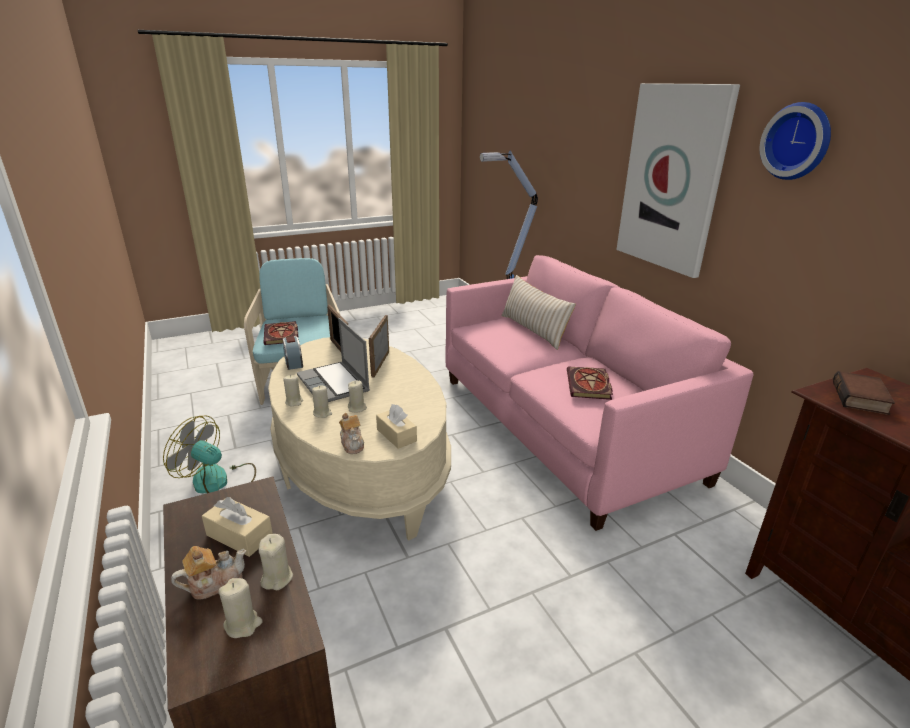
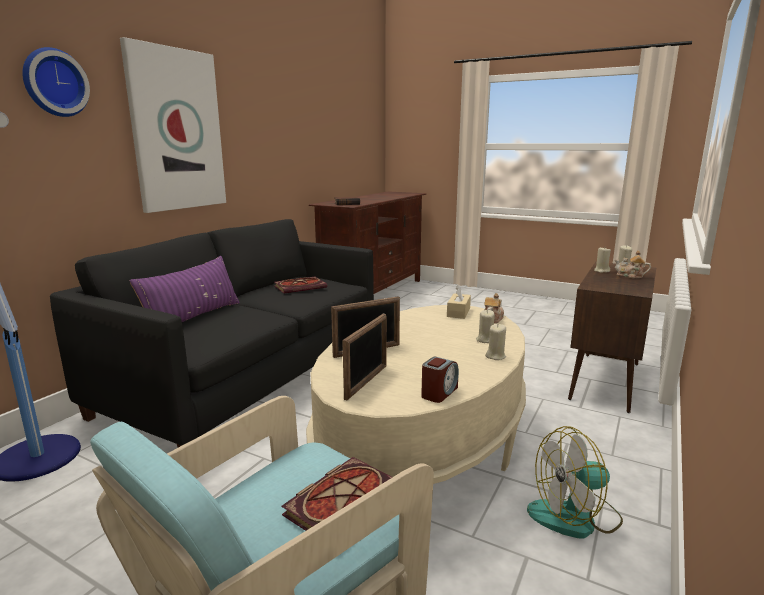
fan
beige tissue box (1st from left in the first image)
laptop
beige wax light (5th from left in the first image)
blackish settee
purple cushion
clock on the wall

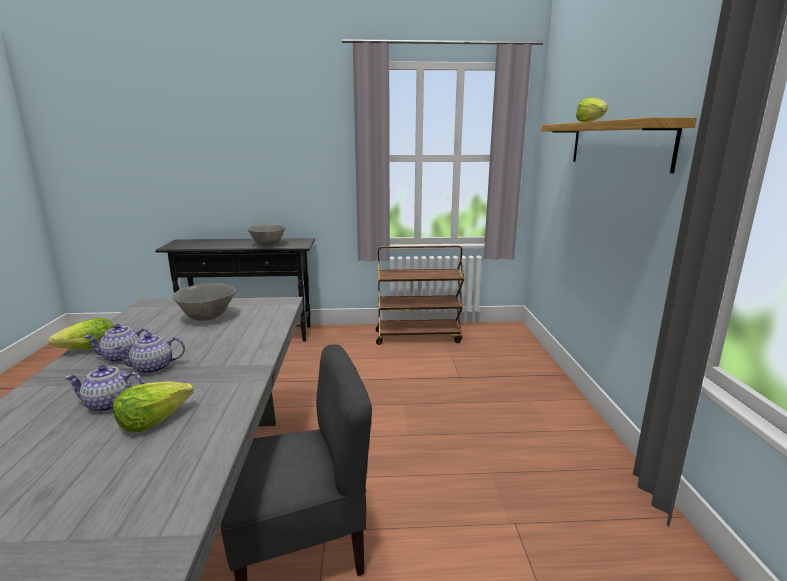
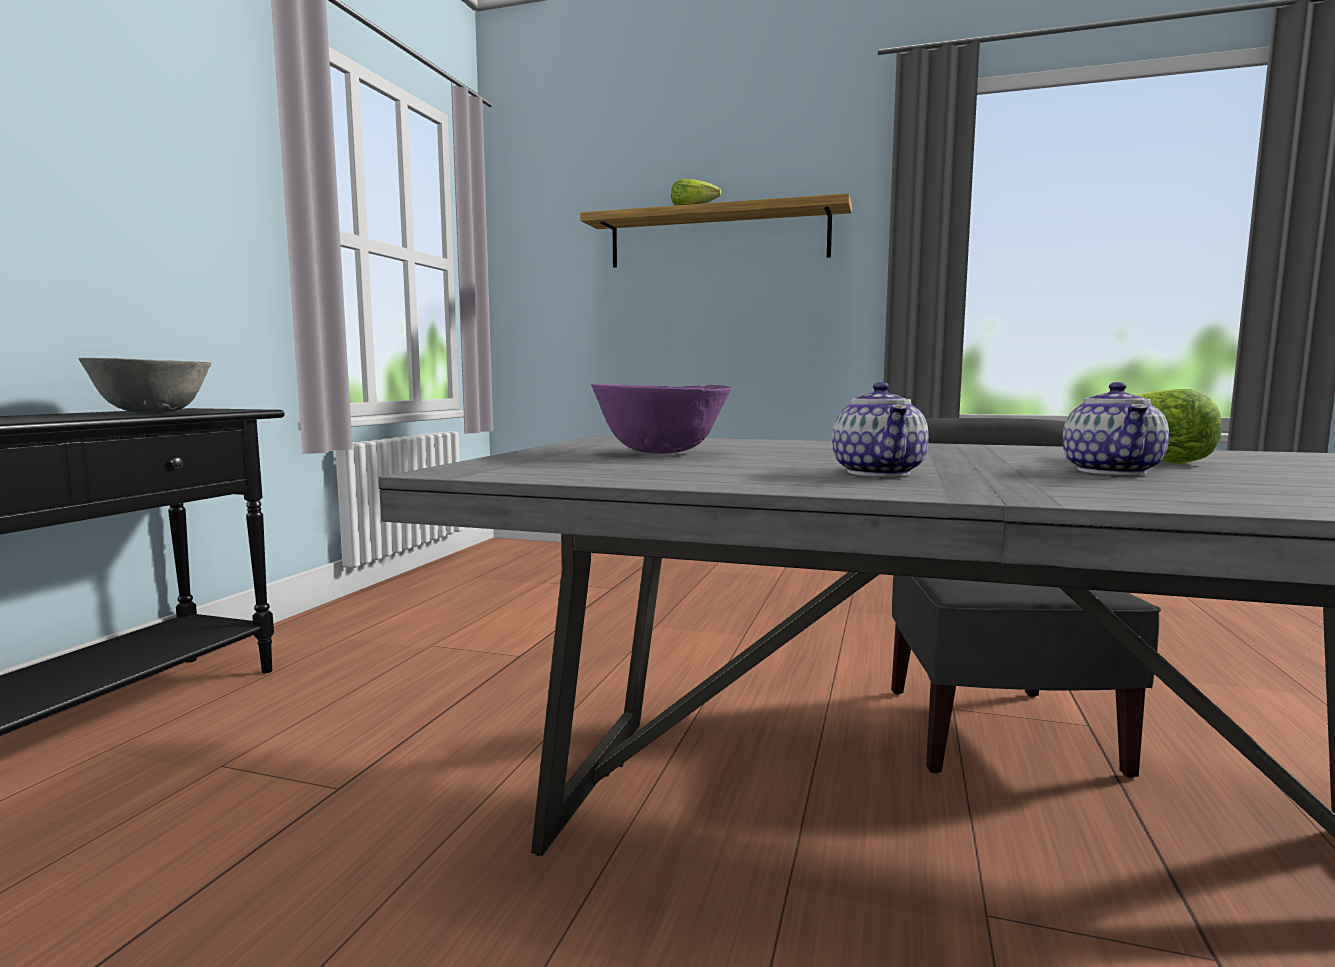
lettuce (1st from left in the first image)
tea pot (3rd from left in the first image)
purple deep dish
brown cart

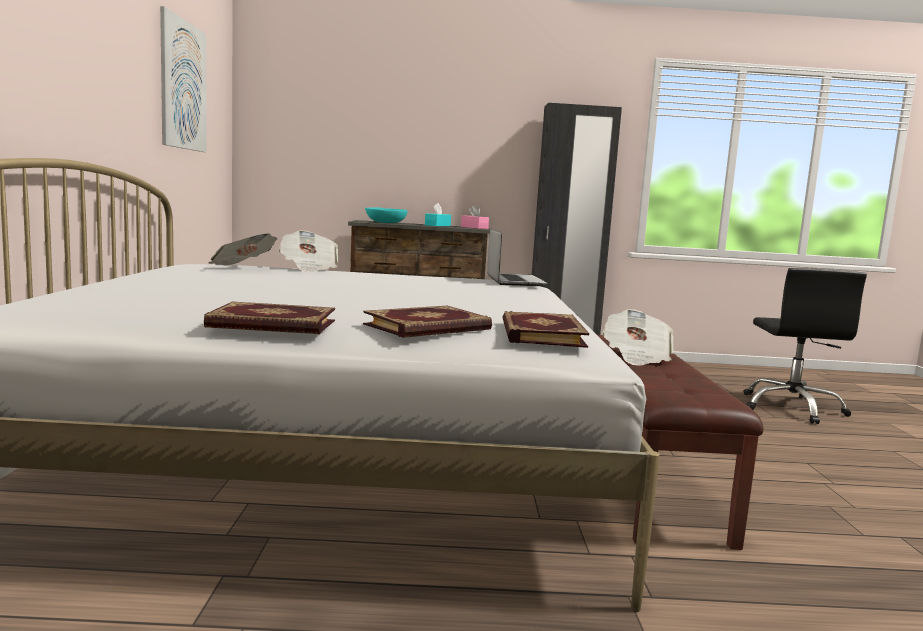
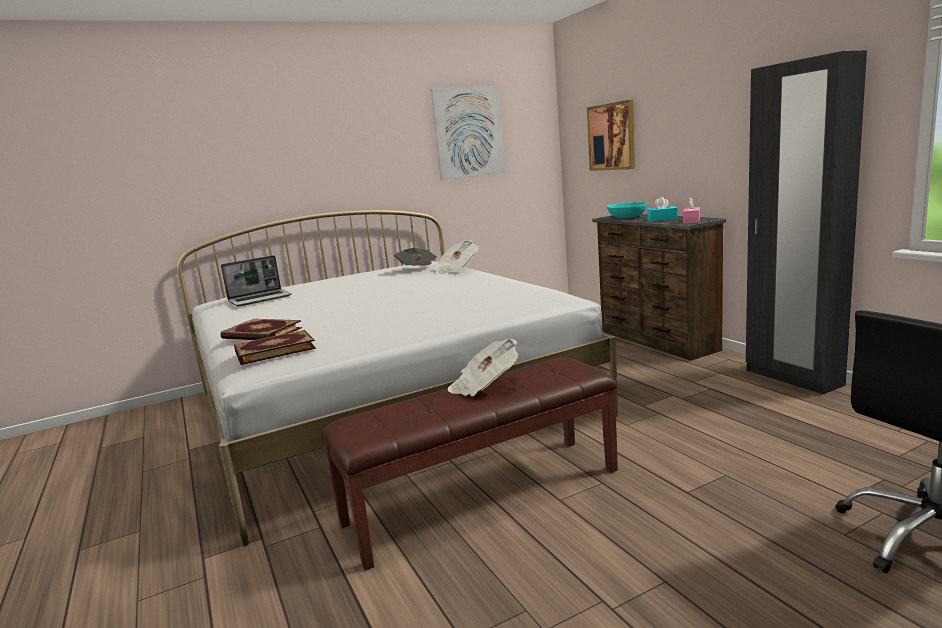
volume (1st from left in the first image)
laptop
picture (2nd from left)

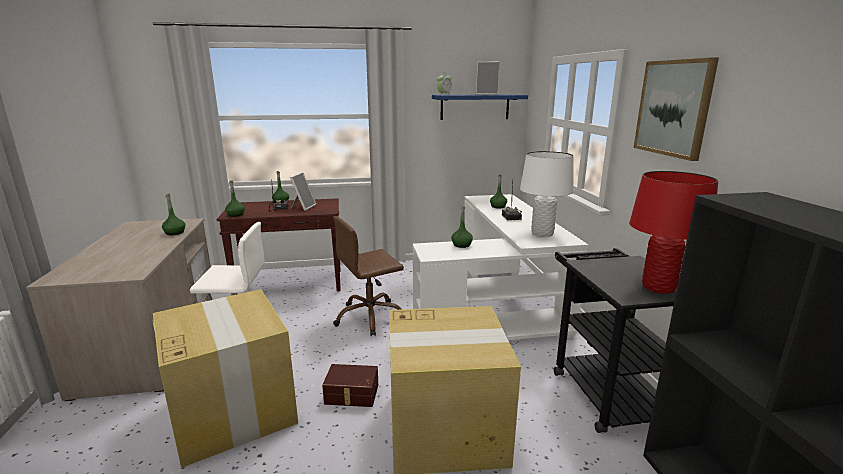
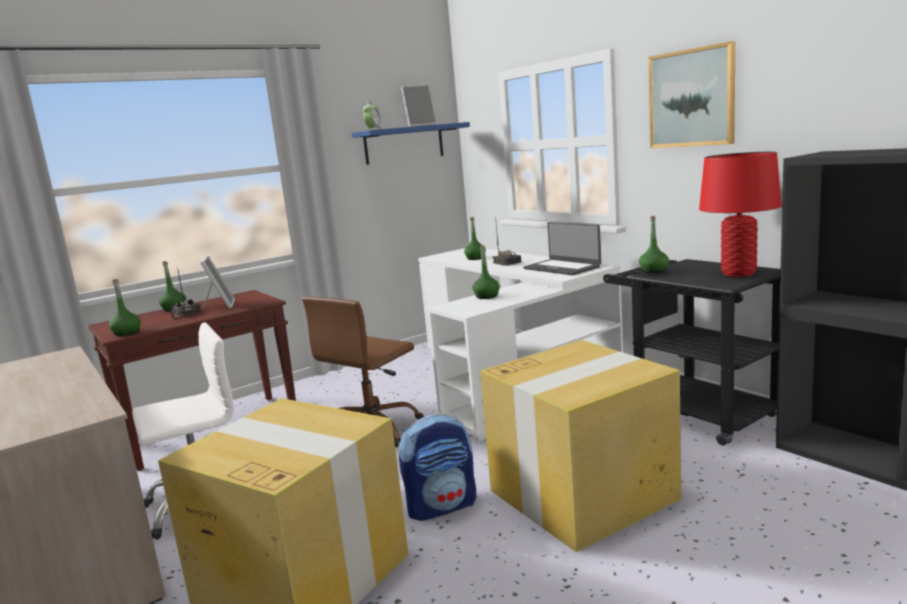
green-coloured drink bottle (5th from left)
knapsack
laptop

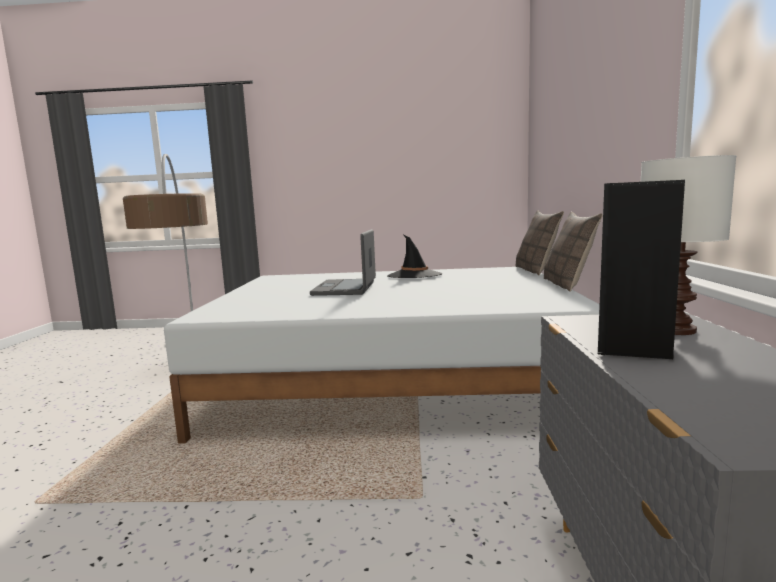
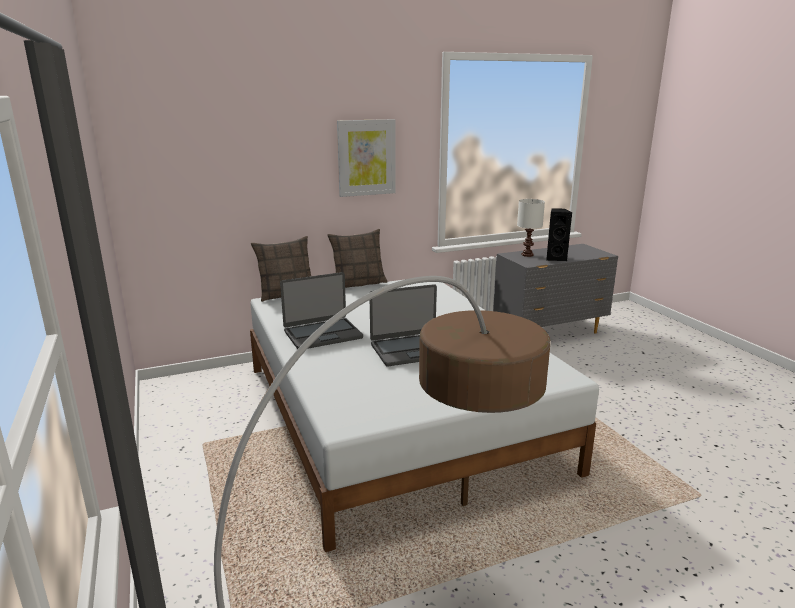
laptop (1st from left)
picture

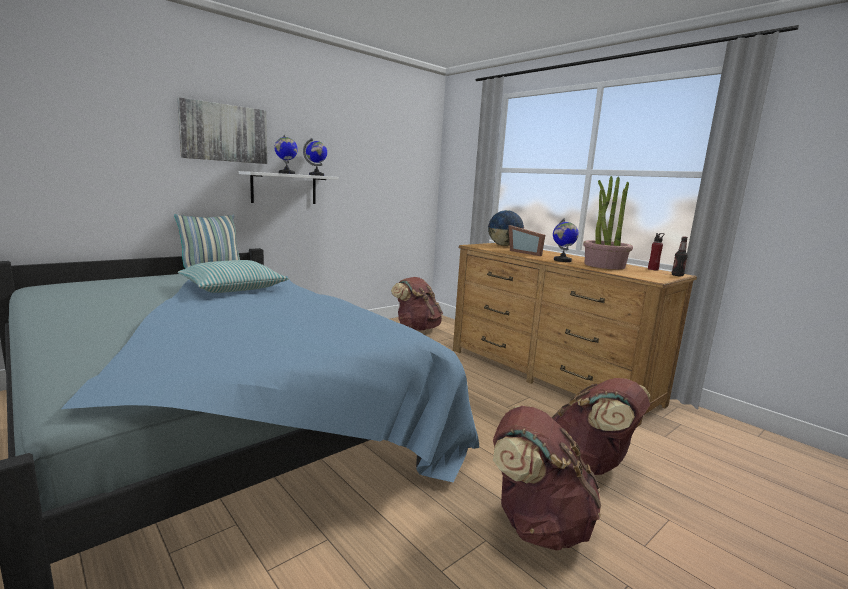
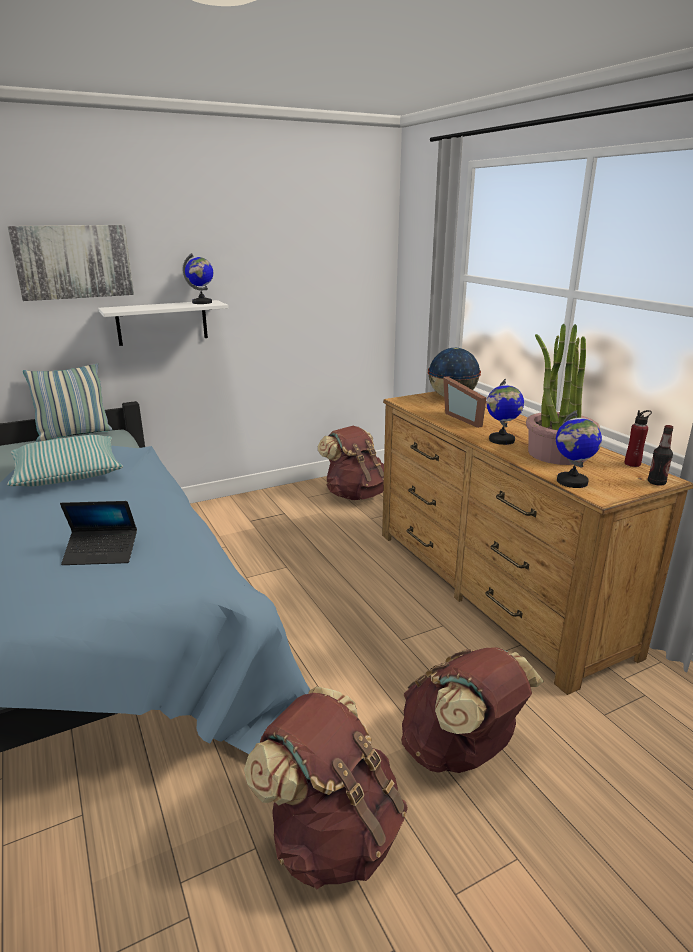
globe (4th from left)
laptop

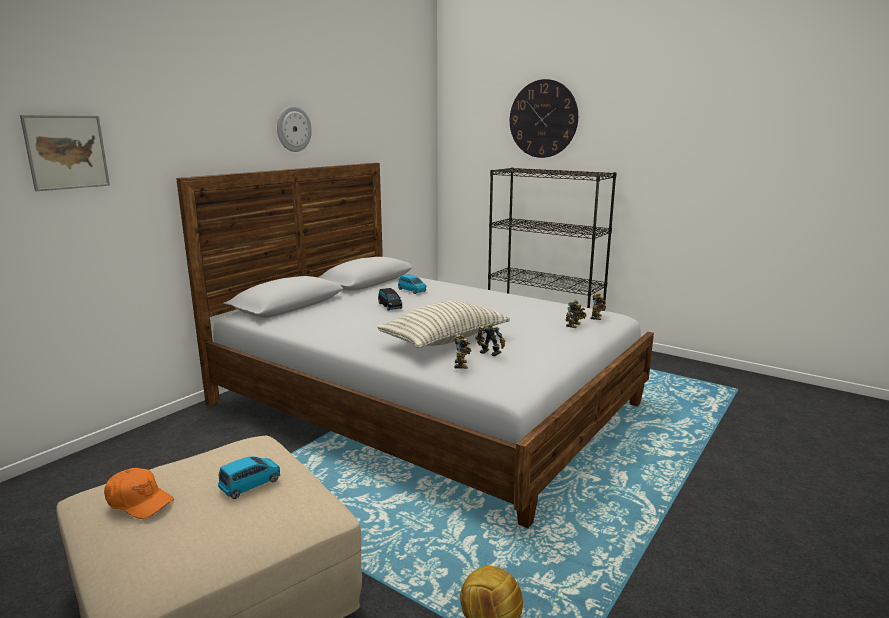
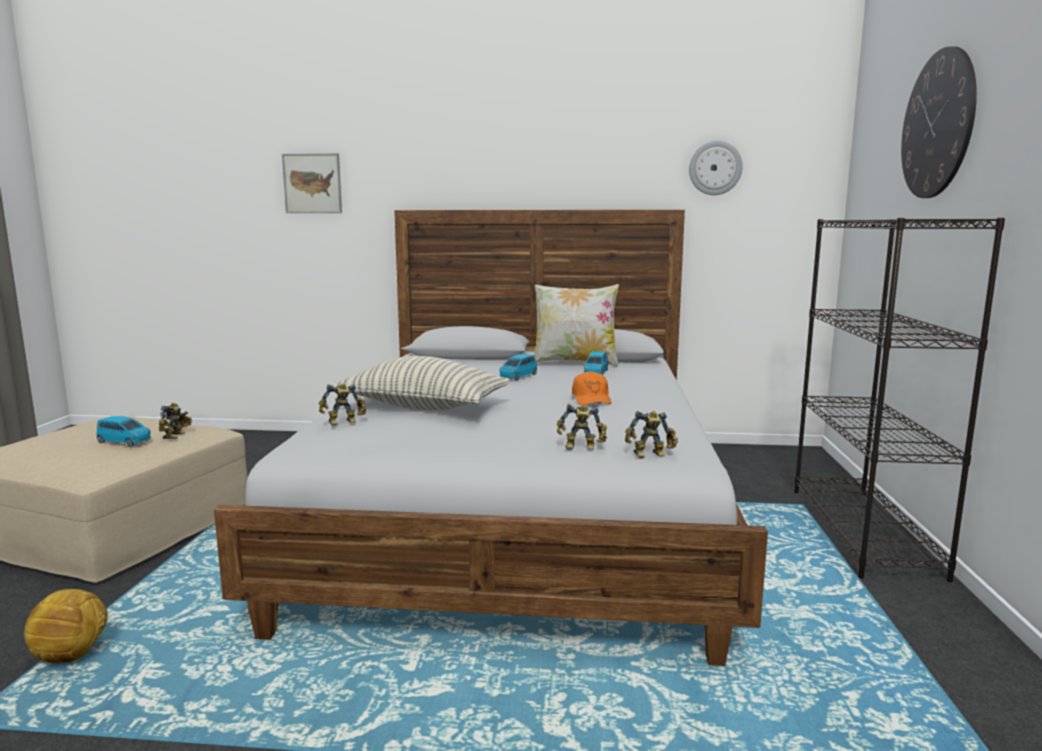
orangey baseball cap
clock on the wall (1st from left)
blue-coloured model car (2nd from left)
robot figure (1st from left)
cushion (2nd from left)

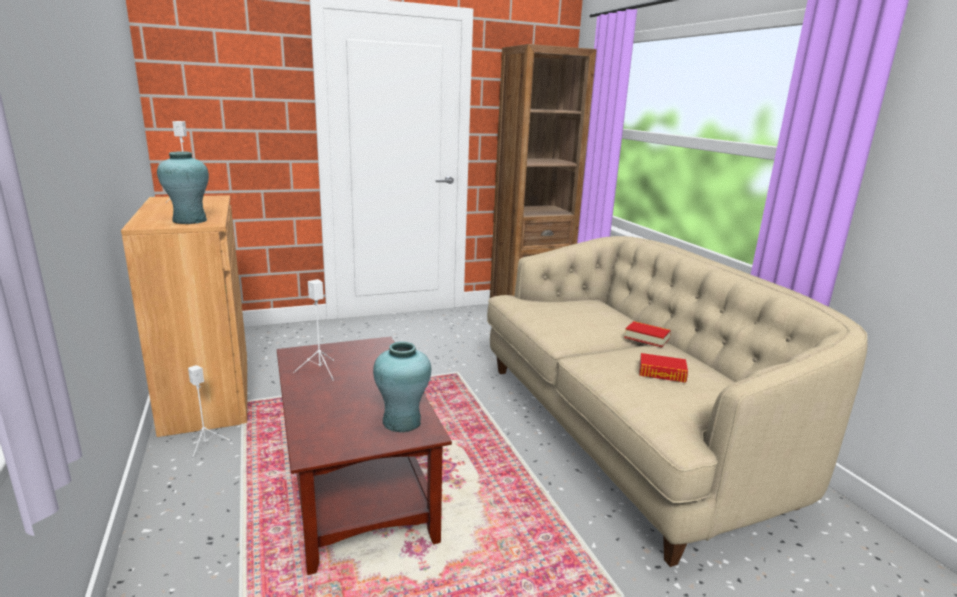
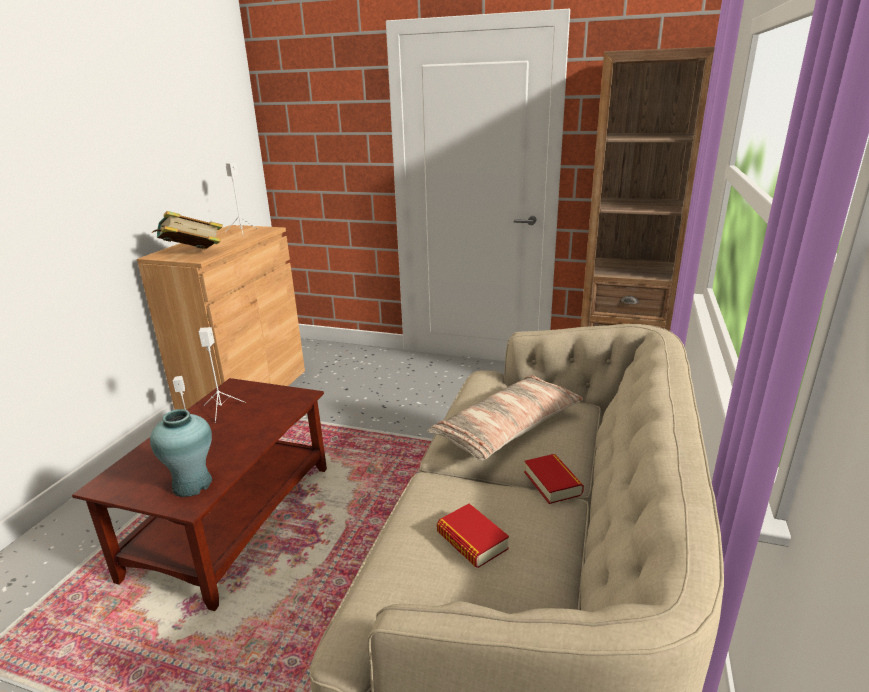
volume (1st from left)
cushion

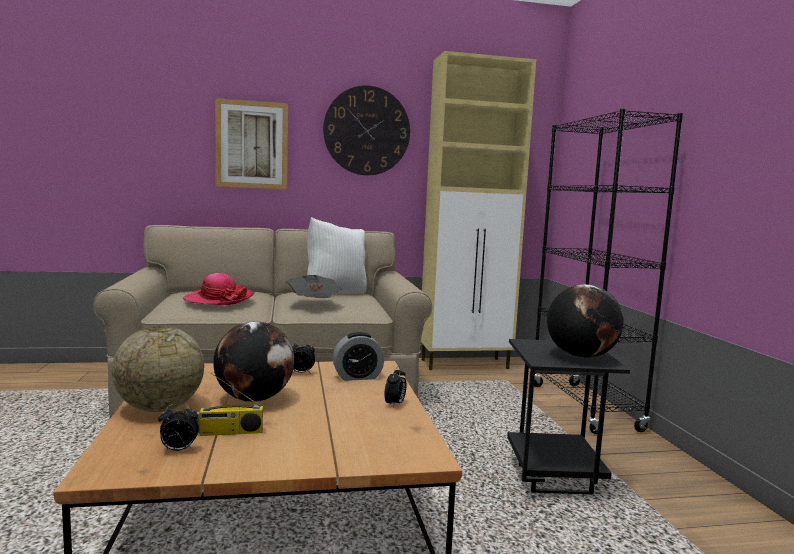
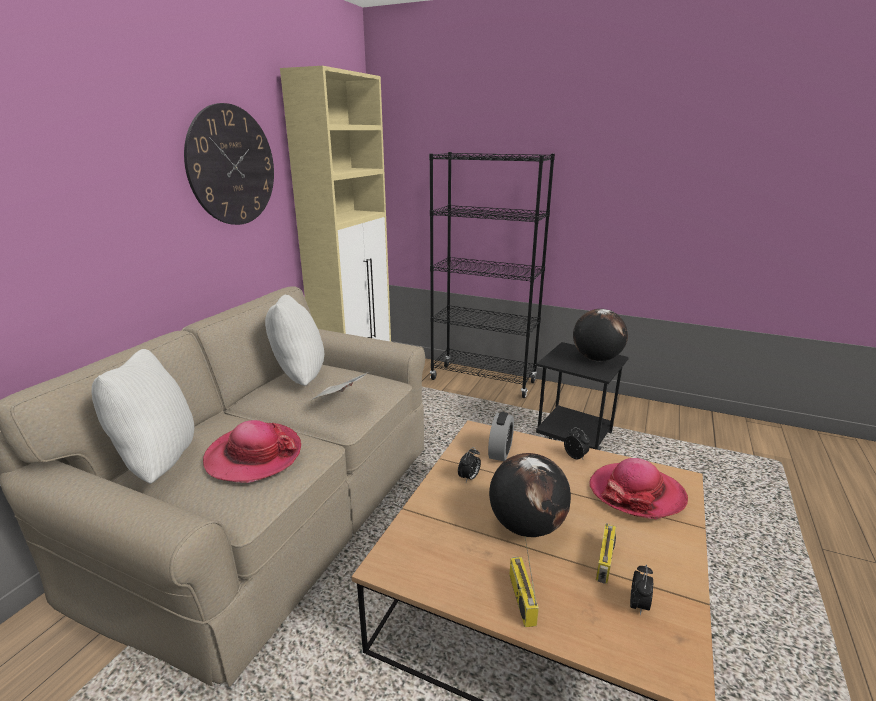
radio set (1st from left)
picture
white-coloured cushion (1st from left)
wearable hat (2nd from left)

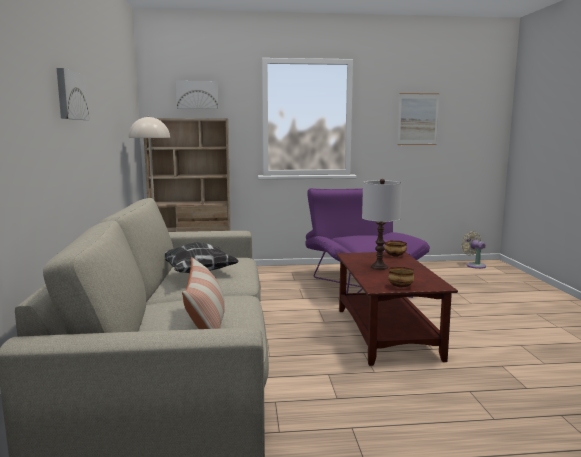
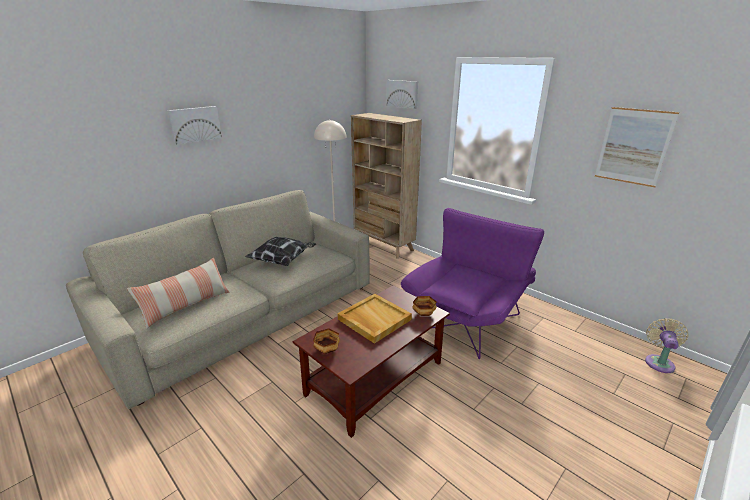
beige tray

